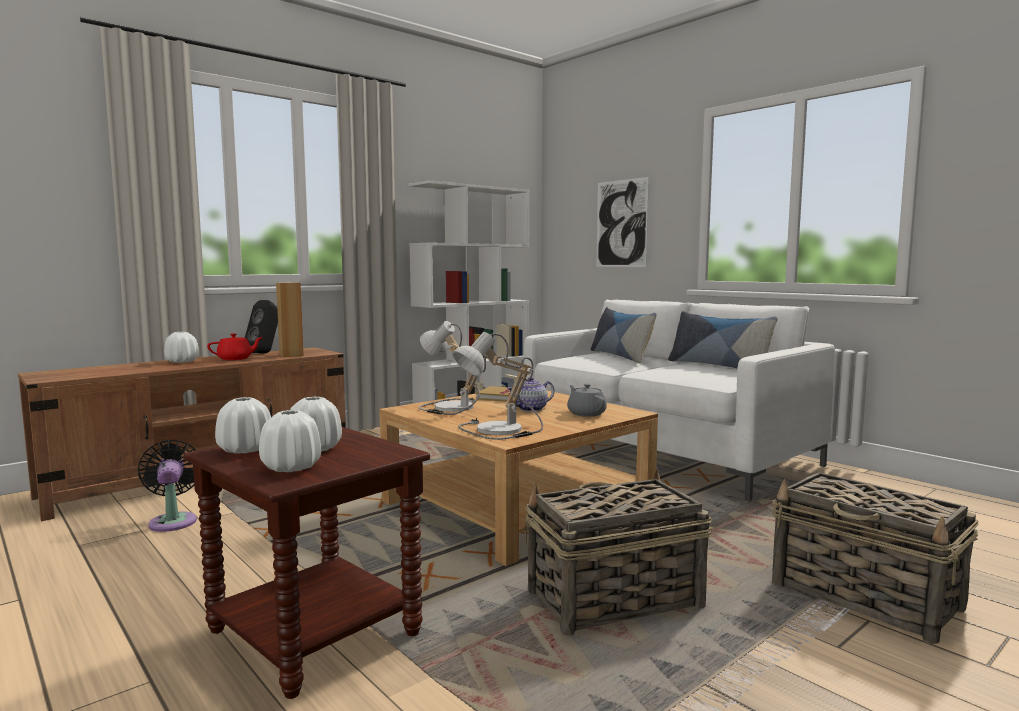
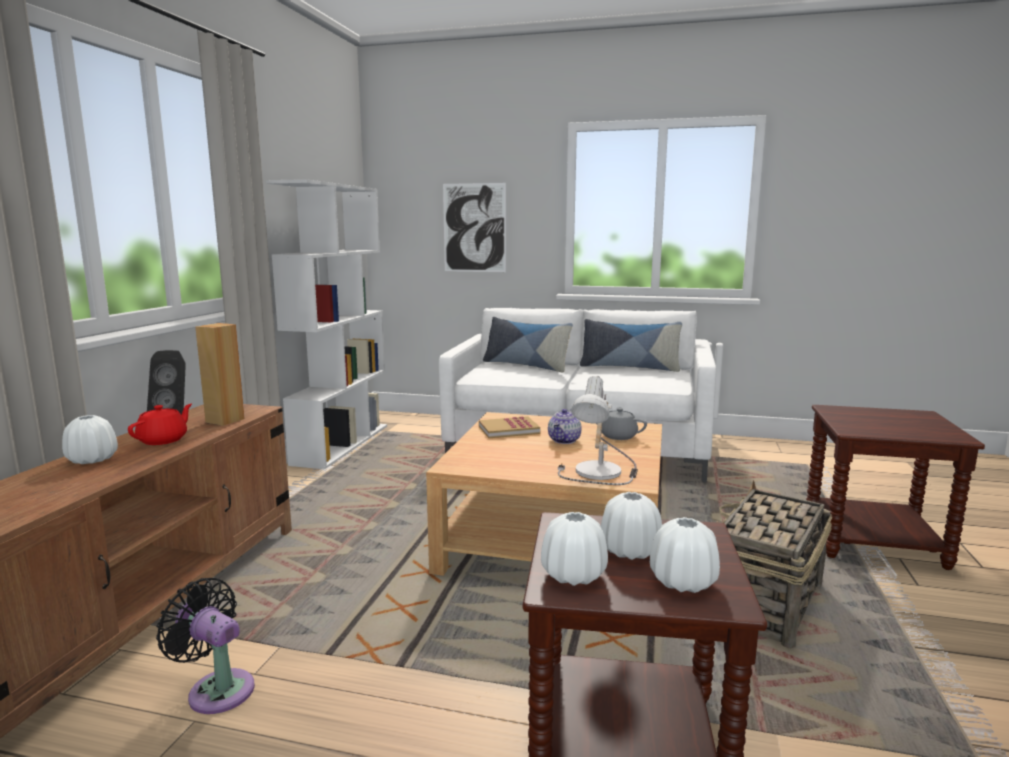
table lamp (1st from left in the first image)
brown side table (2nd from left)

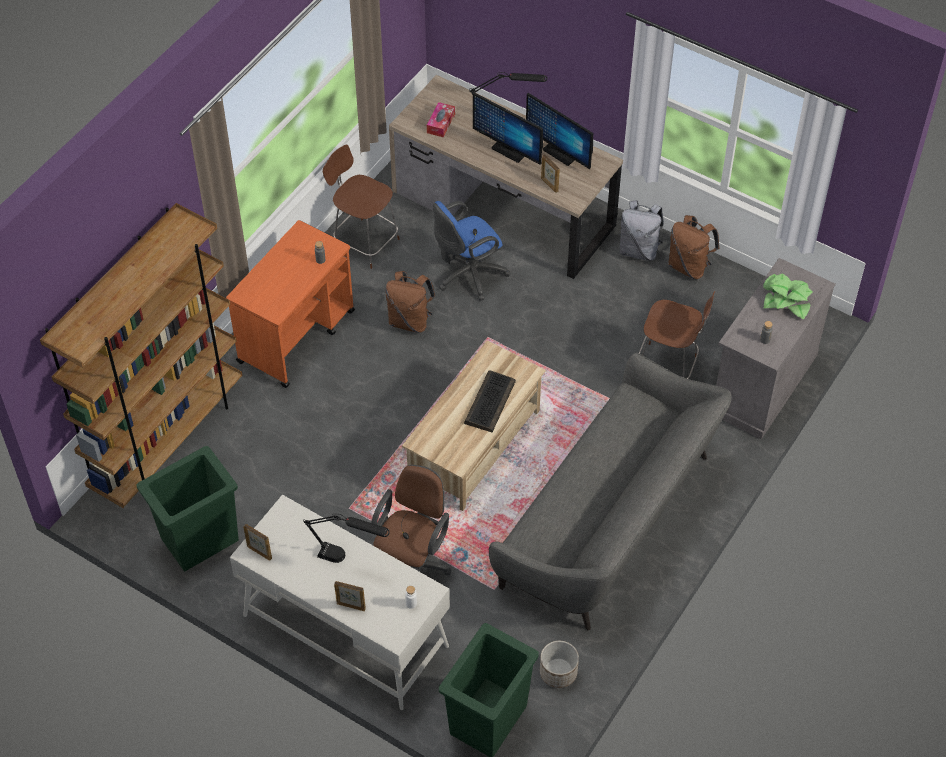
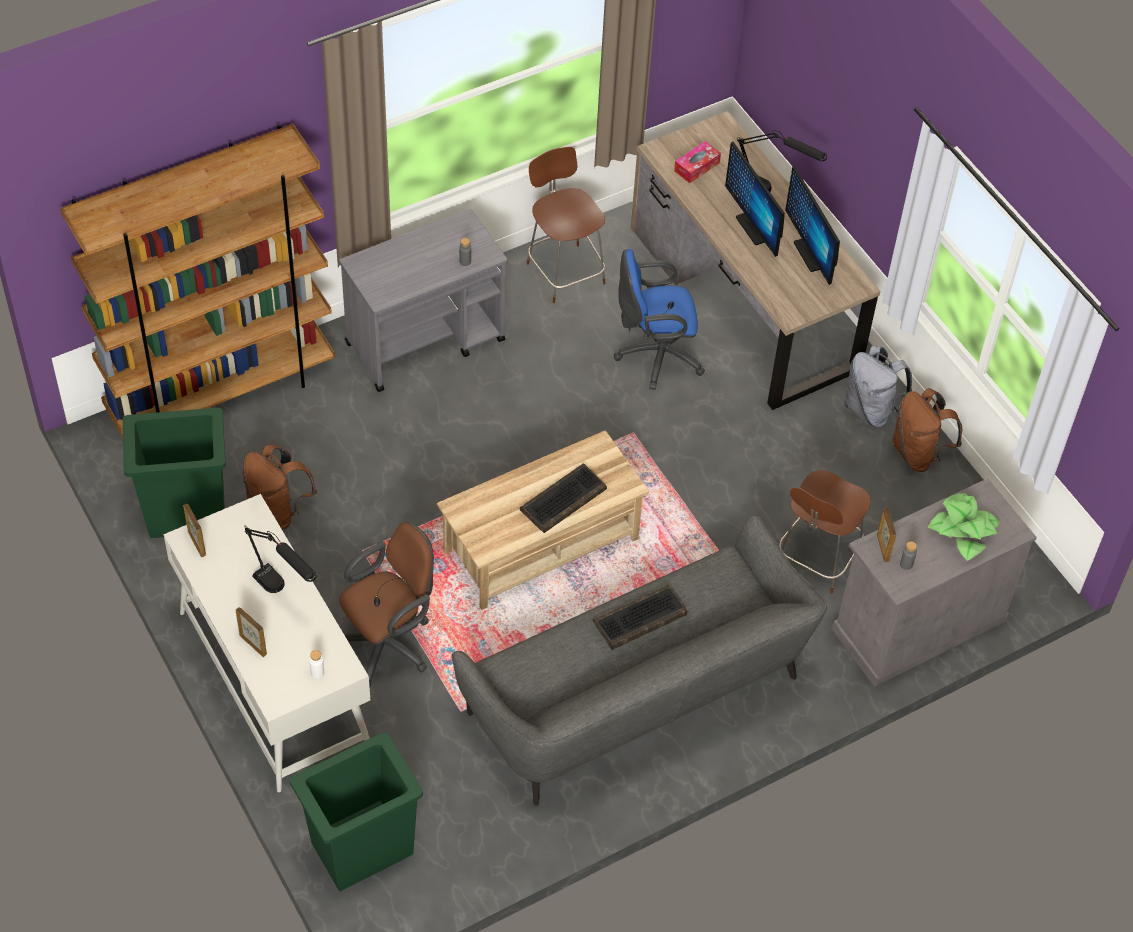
grey cart
brown knapsack (1st from left)
plant pot
standing frame (3rd from left)
brown chair (2nd from left)
PC keyboard (2nd from left)

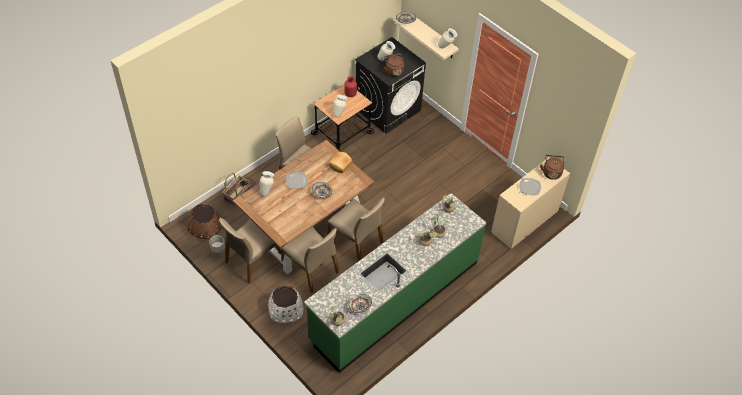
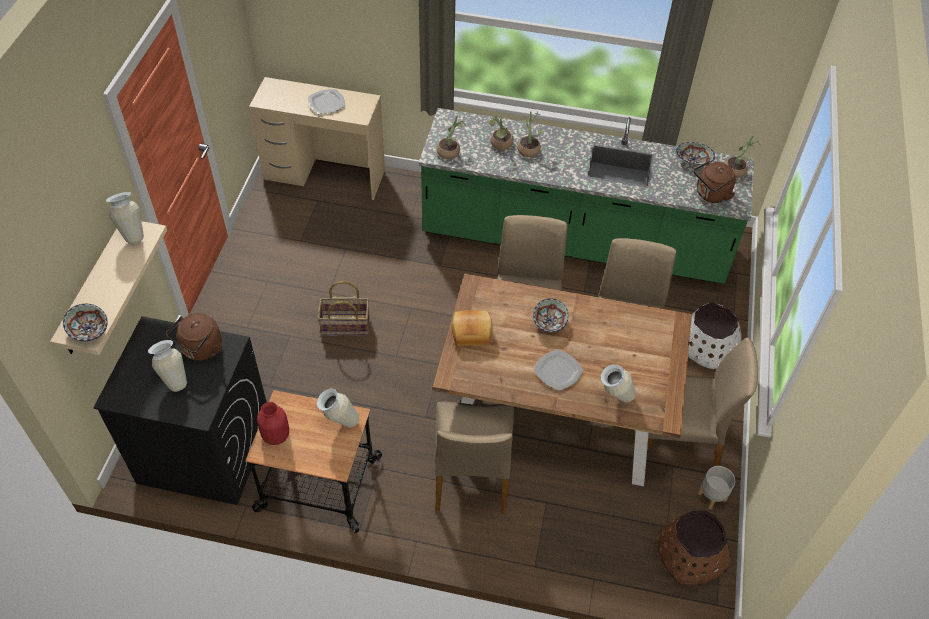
storage basket
brown tea kettle (2nd from left)

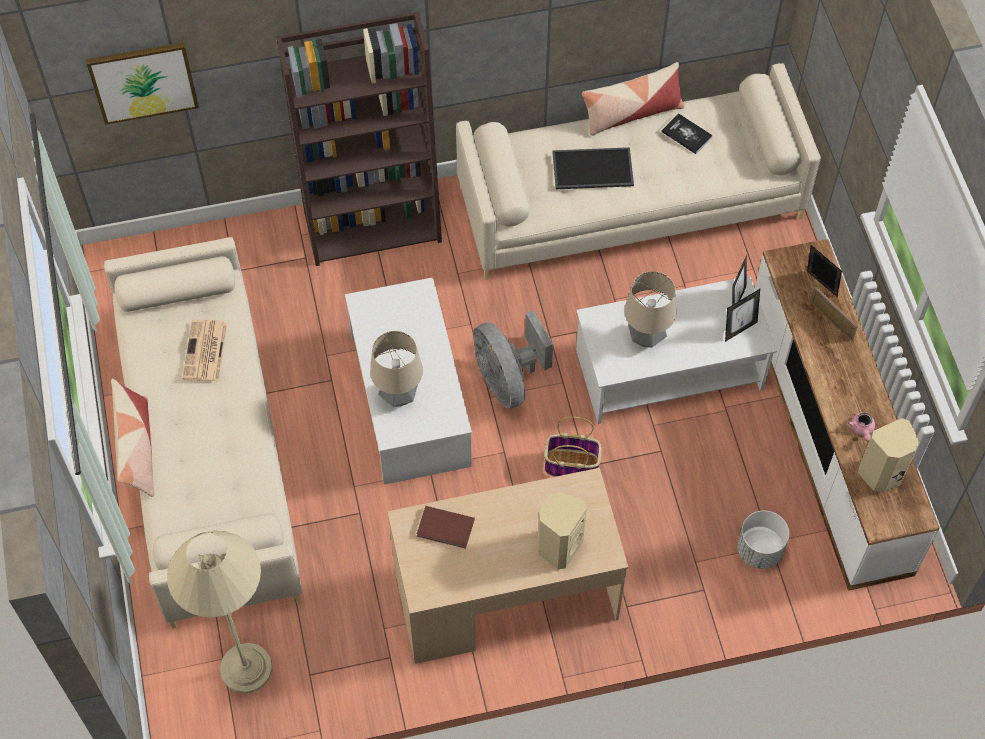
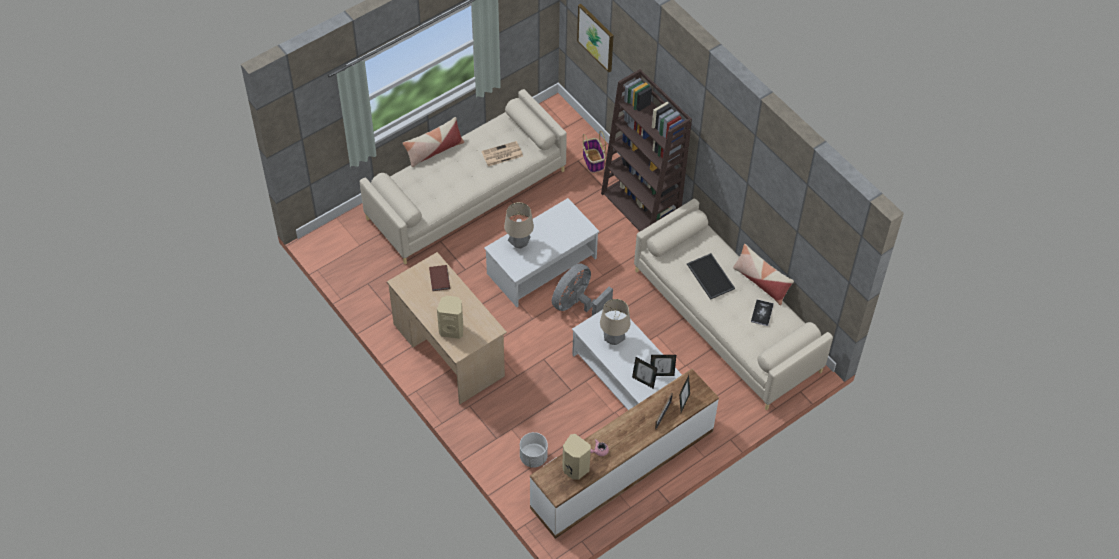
beige standing lamp
storage basket

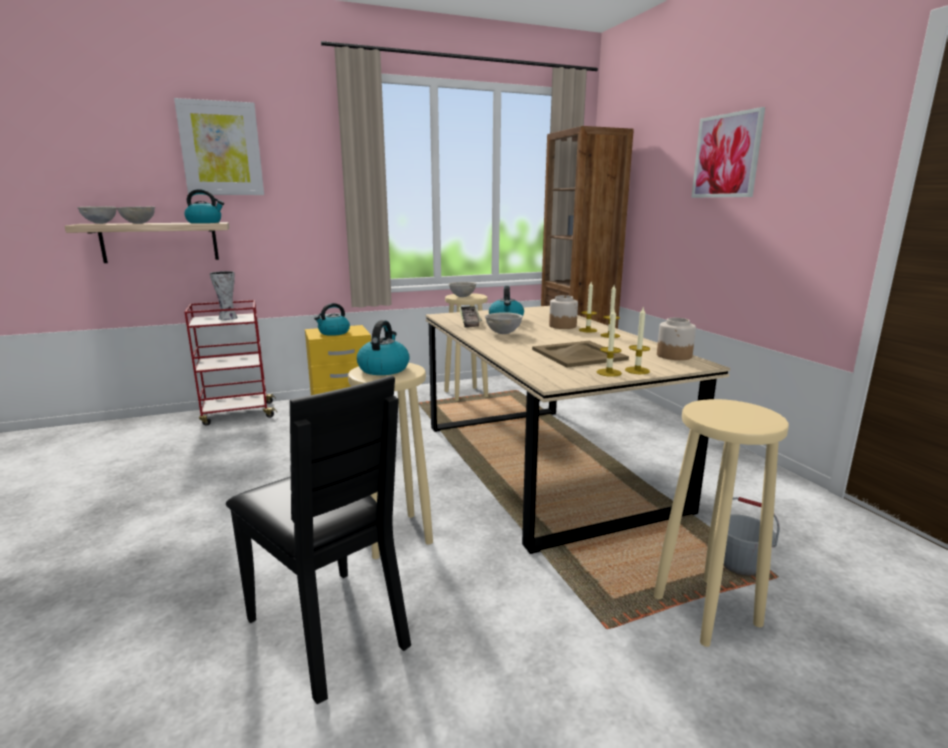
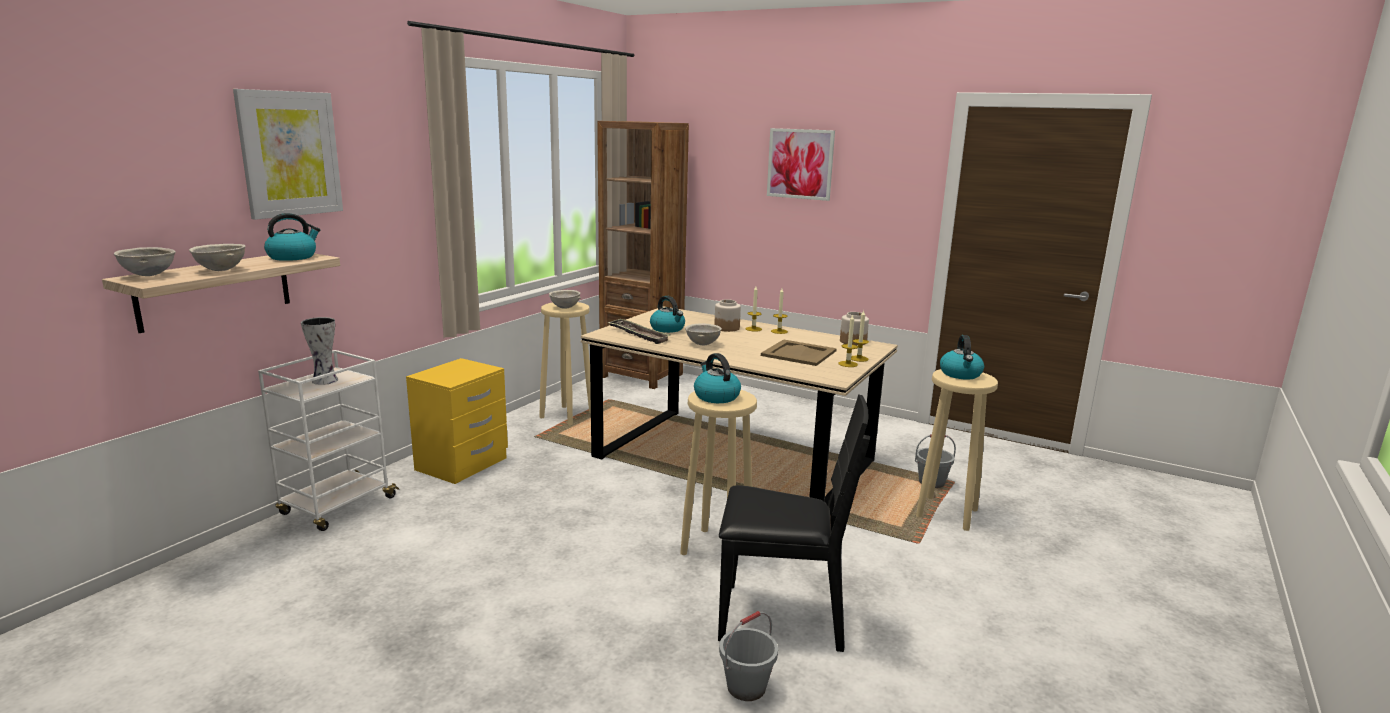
white-coloured cart
tea kettle (4th from left)
grey pail (1st from left)

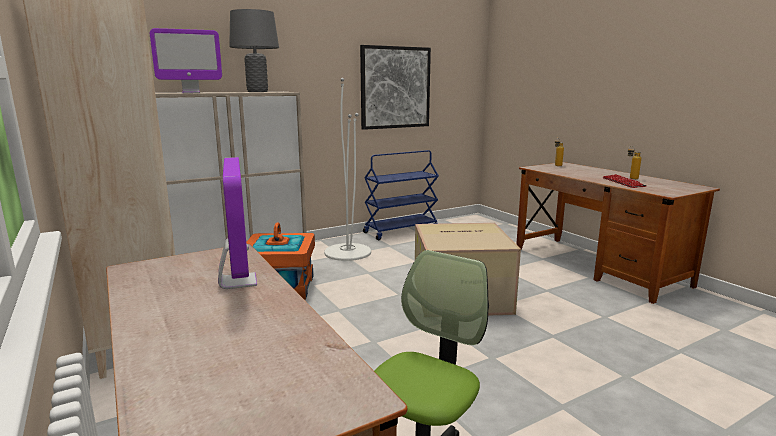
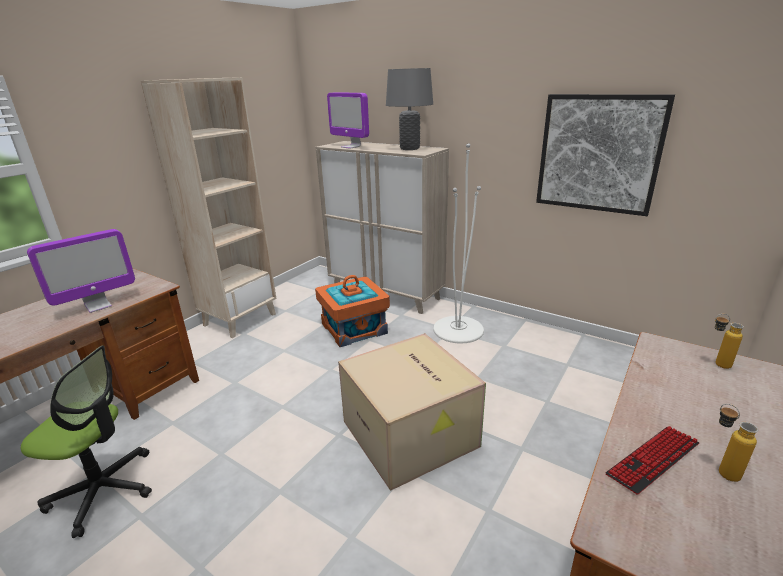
blue-coloured cart

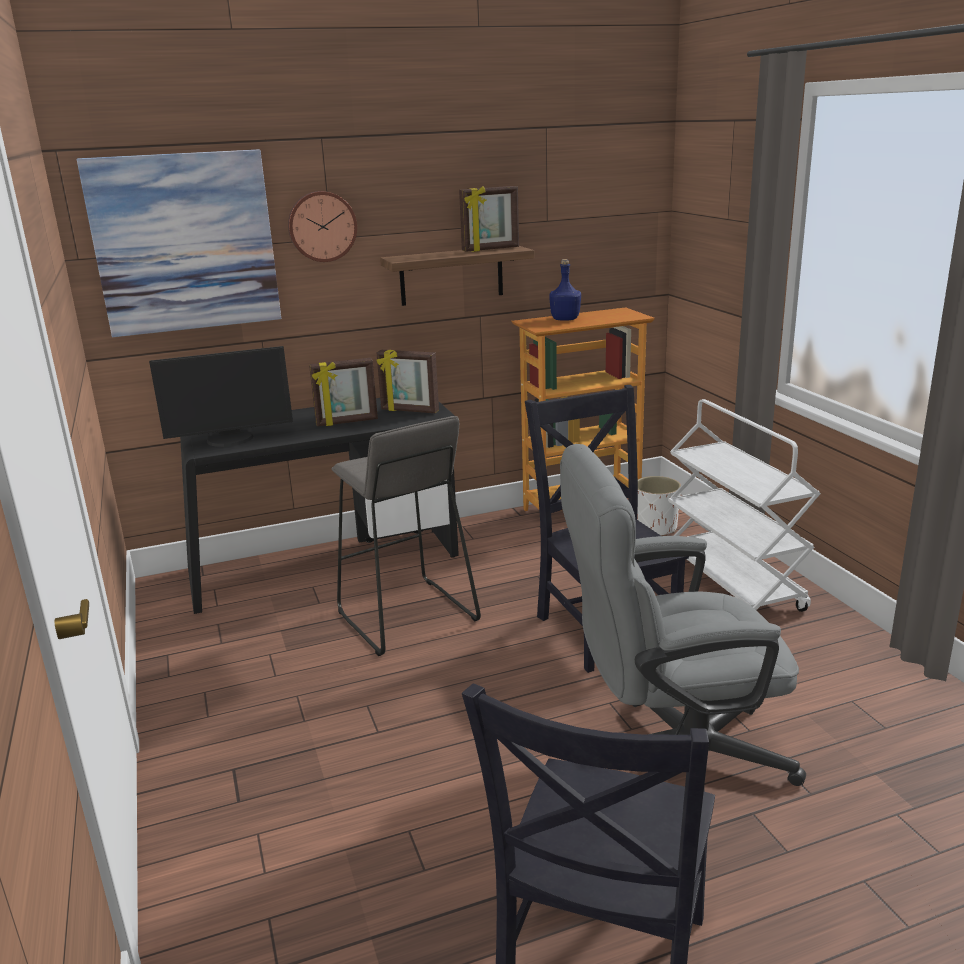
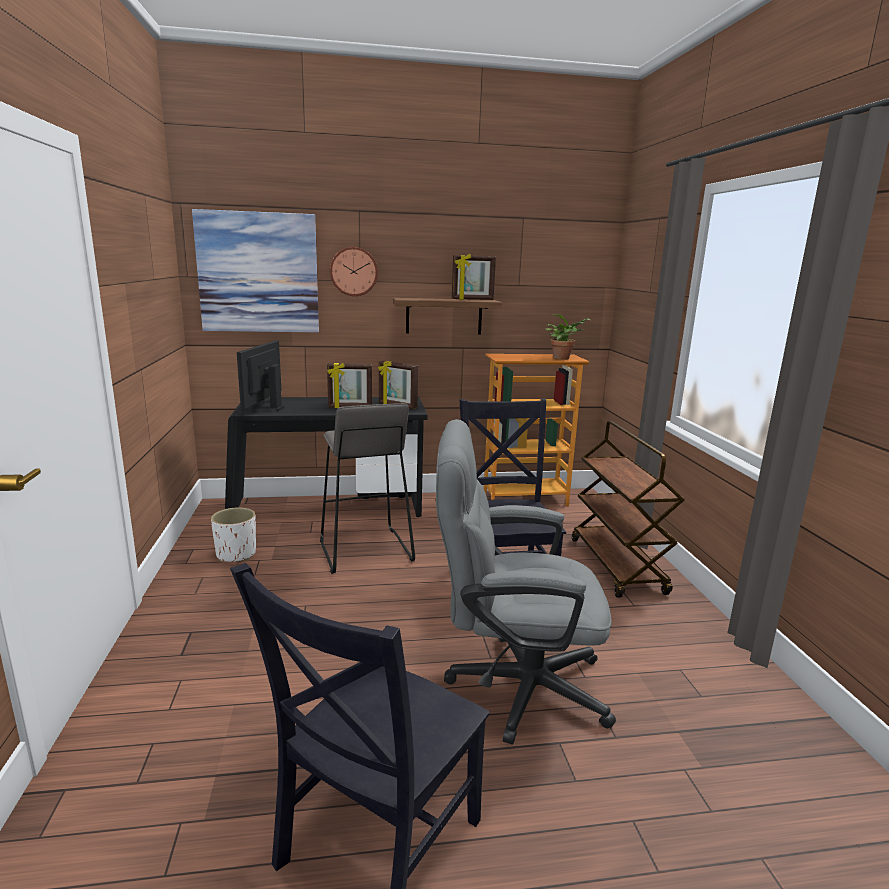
monitor
blue-coloured drink bottle
white-coloured plant pot
brown cart
potted plant

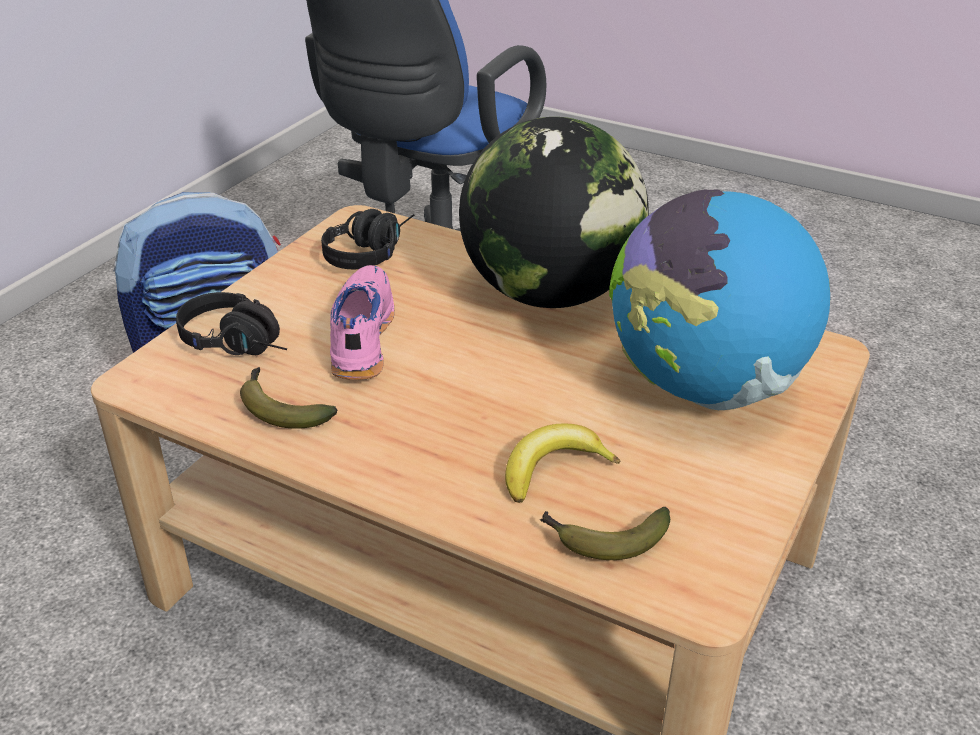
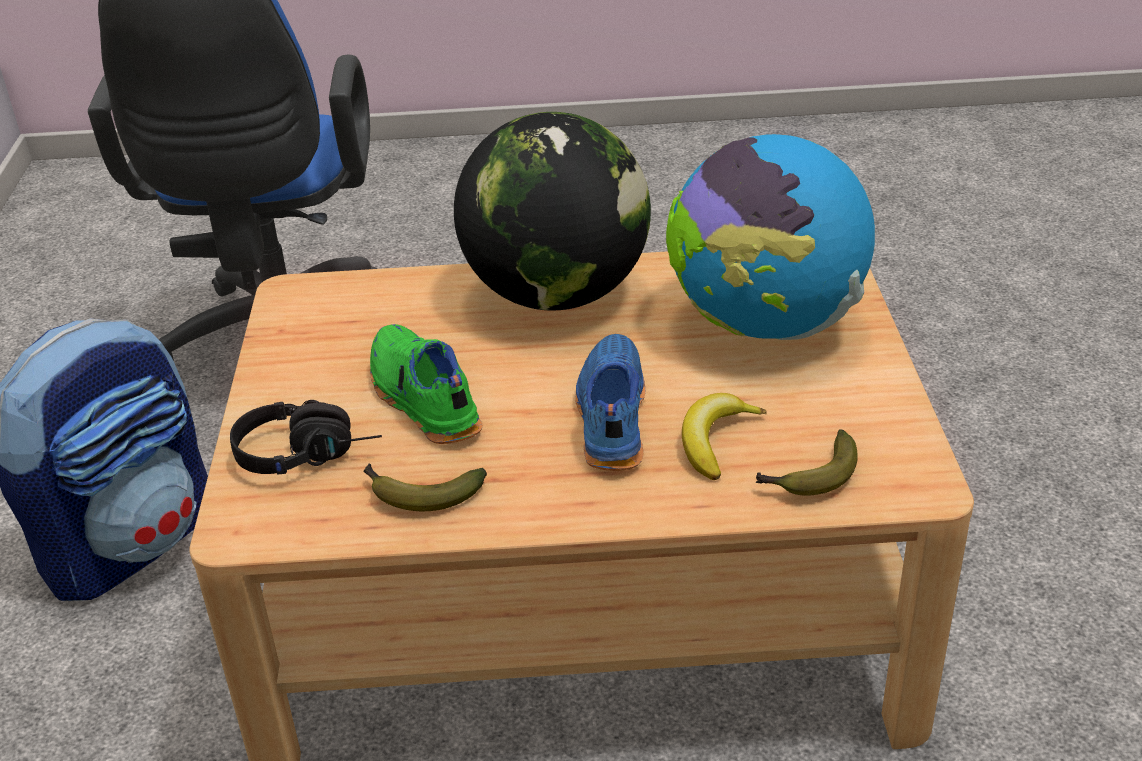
blackish headphones (2nd from left in the first image)
green-coloured low shoe
blue-coloured low shoe

